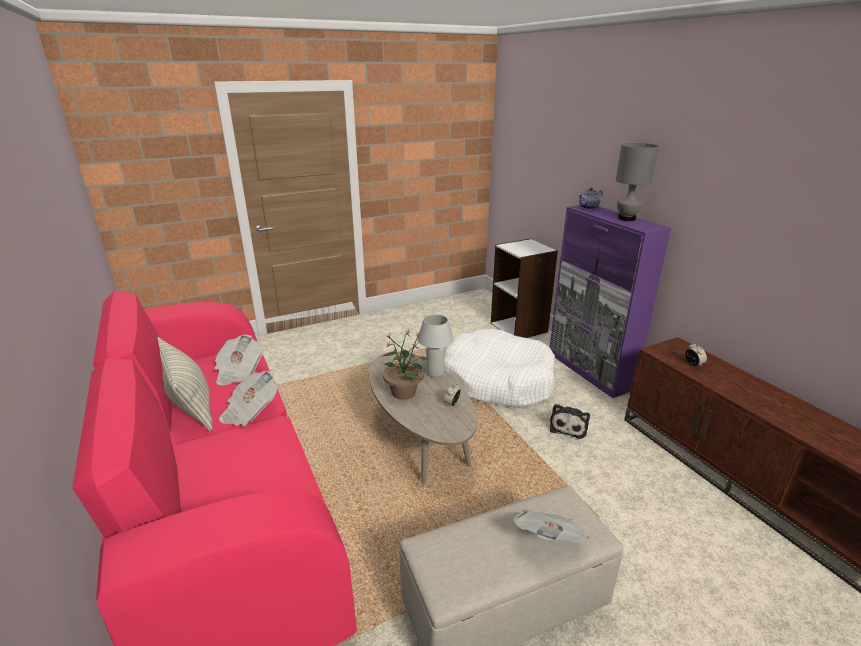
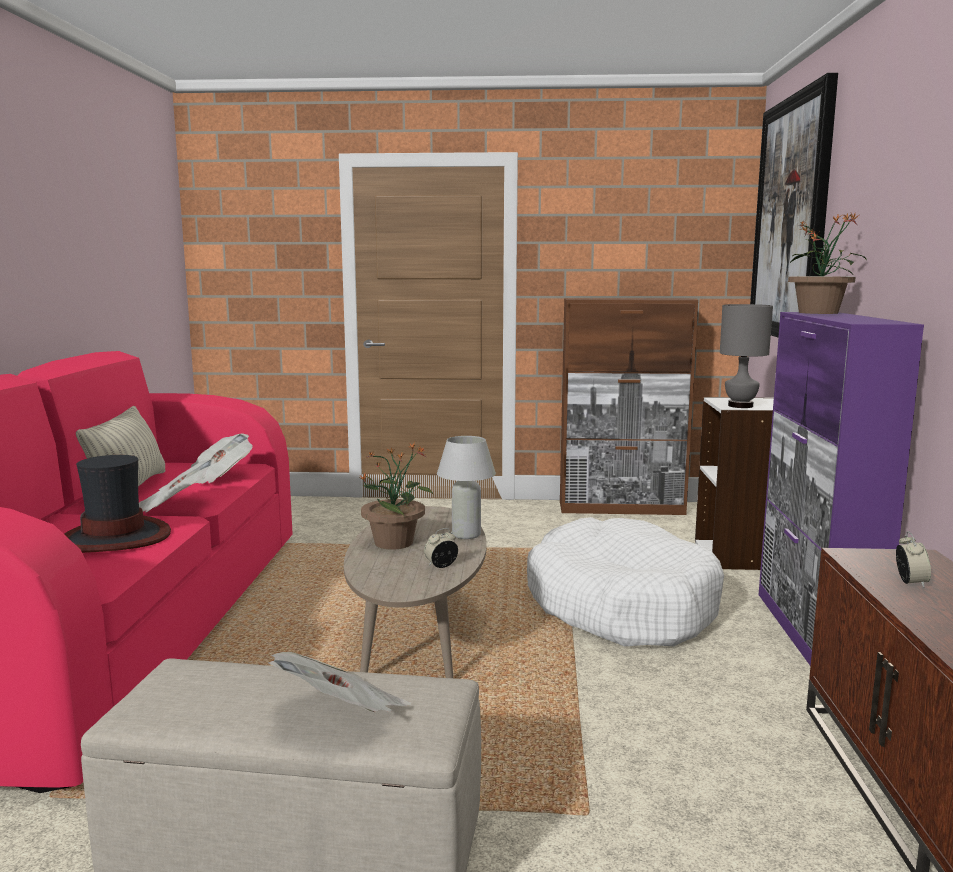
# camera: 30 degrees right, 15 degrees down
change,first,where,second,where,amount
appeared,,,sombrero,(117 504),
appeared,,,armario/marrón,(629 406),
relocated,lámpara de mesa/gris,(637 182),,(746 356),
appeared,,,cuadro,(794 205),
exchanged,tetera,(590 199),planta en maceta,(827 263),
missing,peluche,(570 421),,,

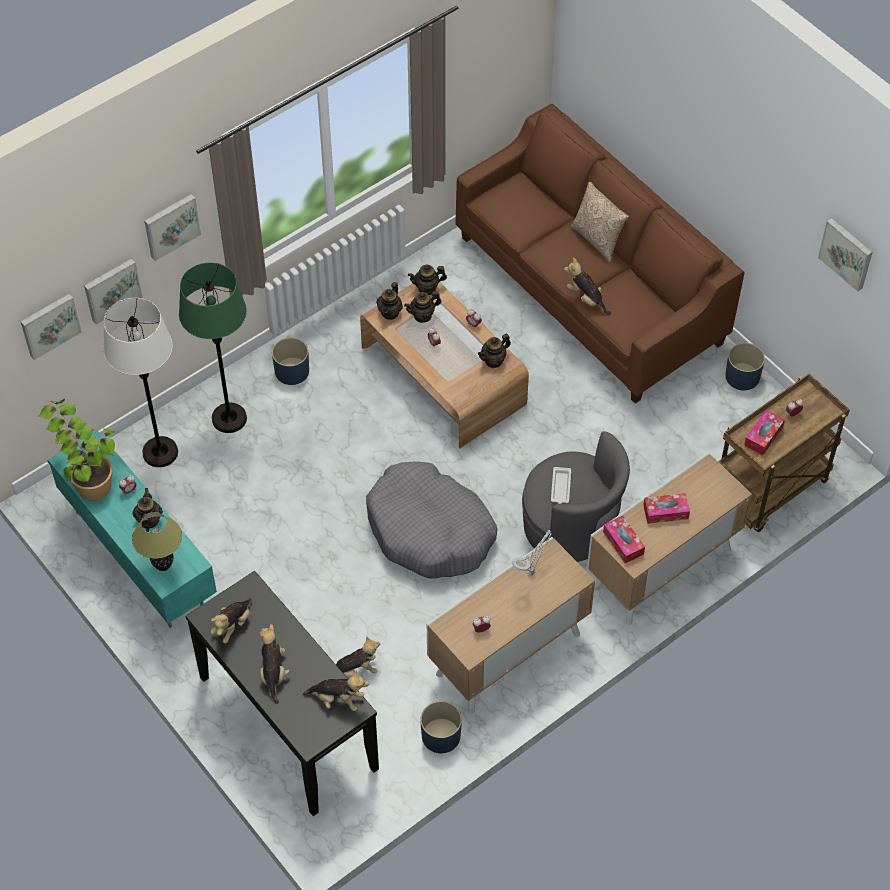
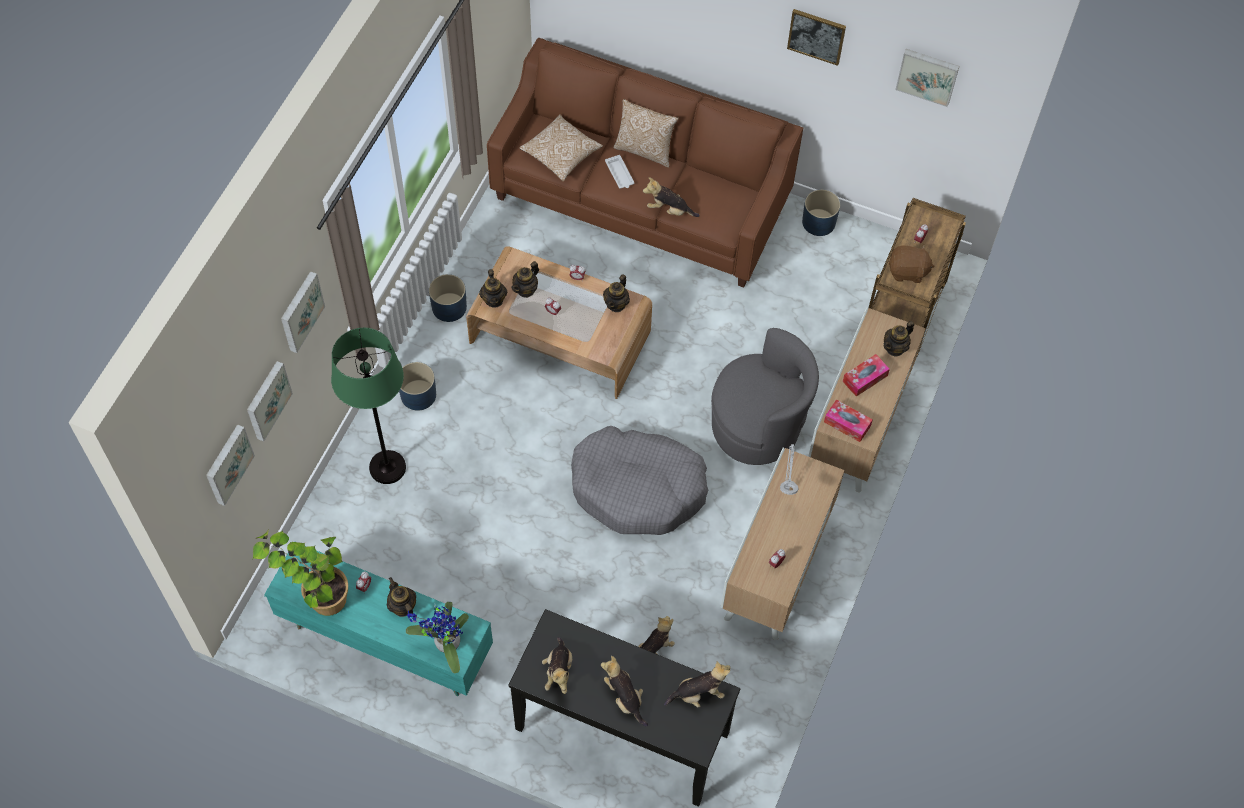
# camera: 30 degrees left, 5 degrees up
change,first,where,second,where,amount
exchanged,lámpara de mesa,(157 541),planta en maceta,(437 637),
relocated,maceta/azul,(441 727),,(448 298),
appeared,,,cojín,(561 147),
relocated,bandeja/blanco,(561 485),,(619 171),
appeared,,,cuadro,(816 37),
relocated,tetera,(427 280),,(899 339),
exchanged,caja de pañuelos,(764 432),peluche/marrón,(911 264),
missing,lámpara de pie/blanco,(141 382),,,

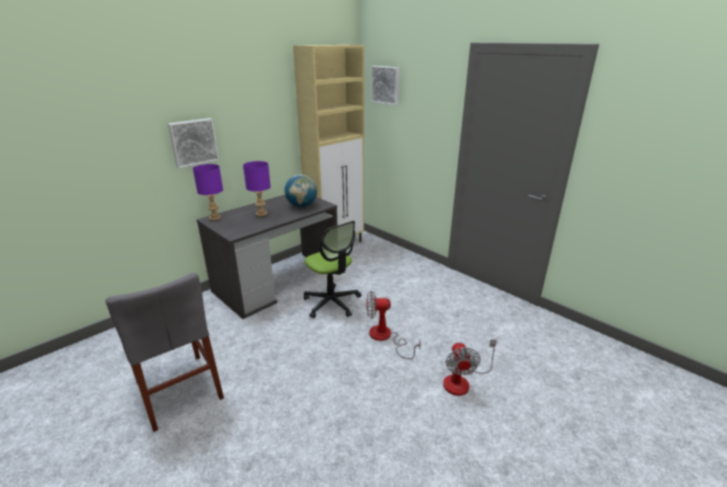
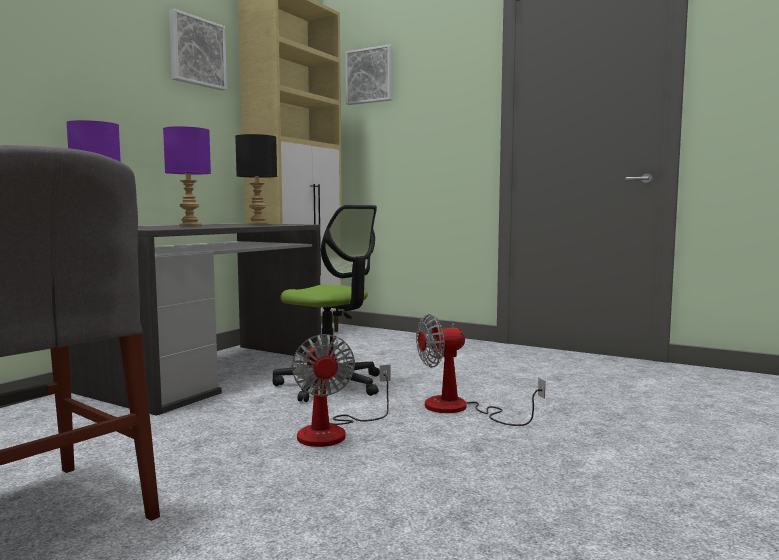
# camera: 15 degrees left, 20 degrees down
change,first,where,second,where,amount
relocated,cuadro,(193 143),,(198 50),
exchanged,globo terráqueo,(300 190),lámpara de mesa/negro,(256 179),
relocated,ventilador,(470 367),,(341 390),

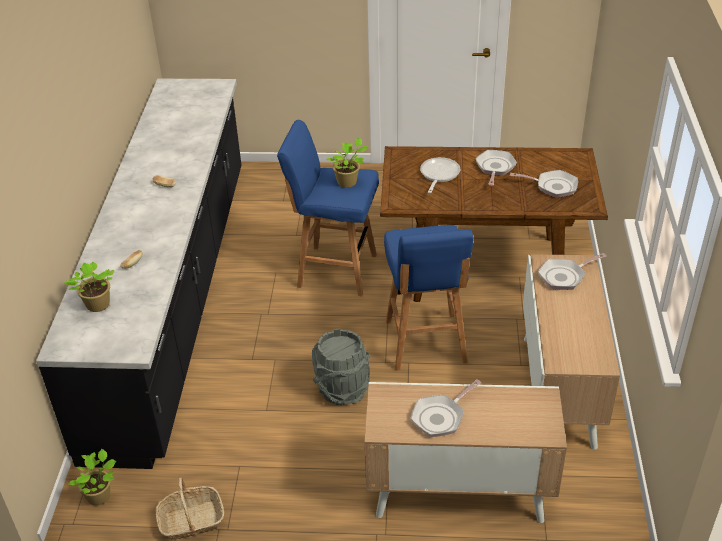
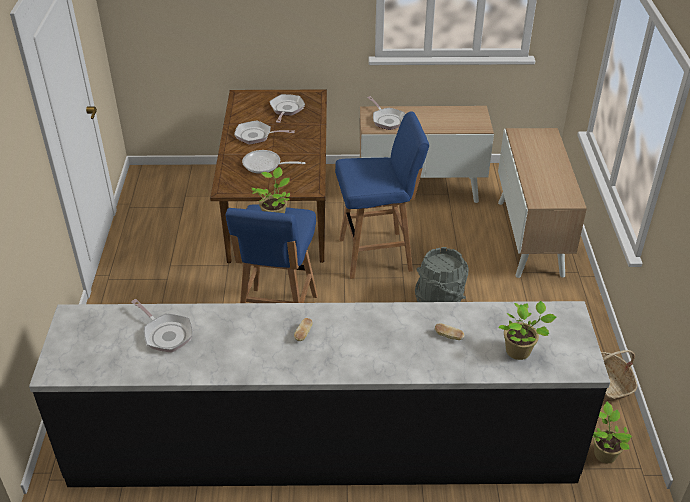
# camera: 95 degrees left, 0 degrees up
change,first,where,second,where,amount
relocated,sartén,(446 408),,(162 325),

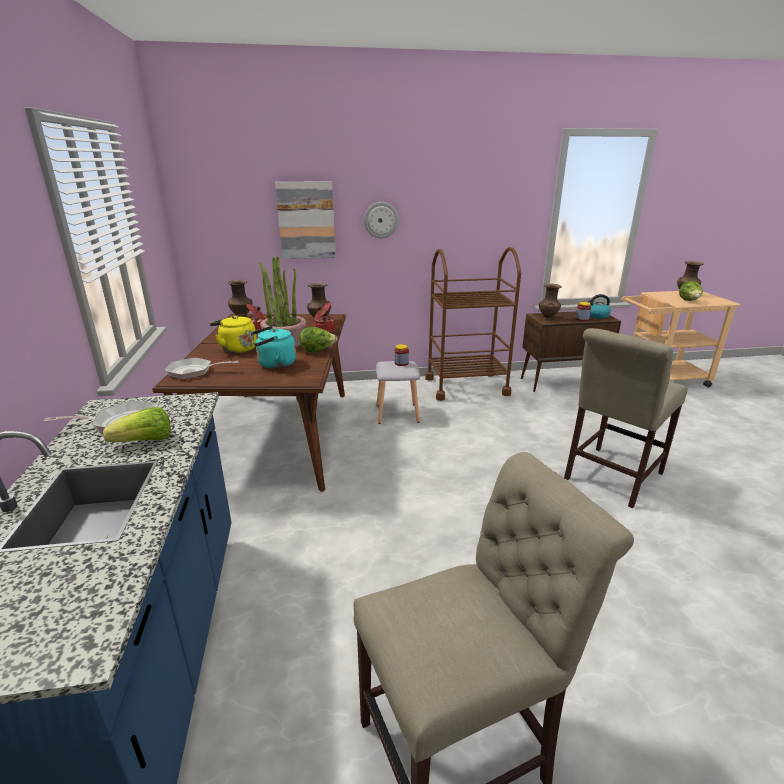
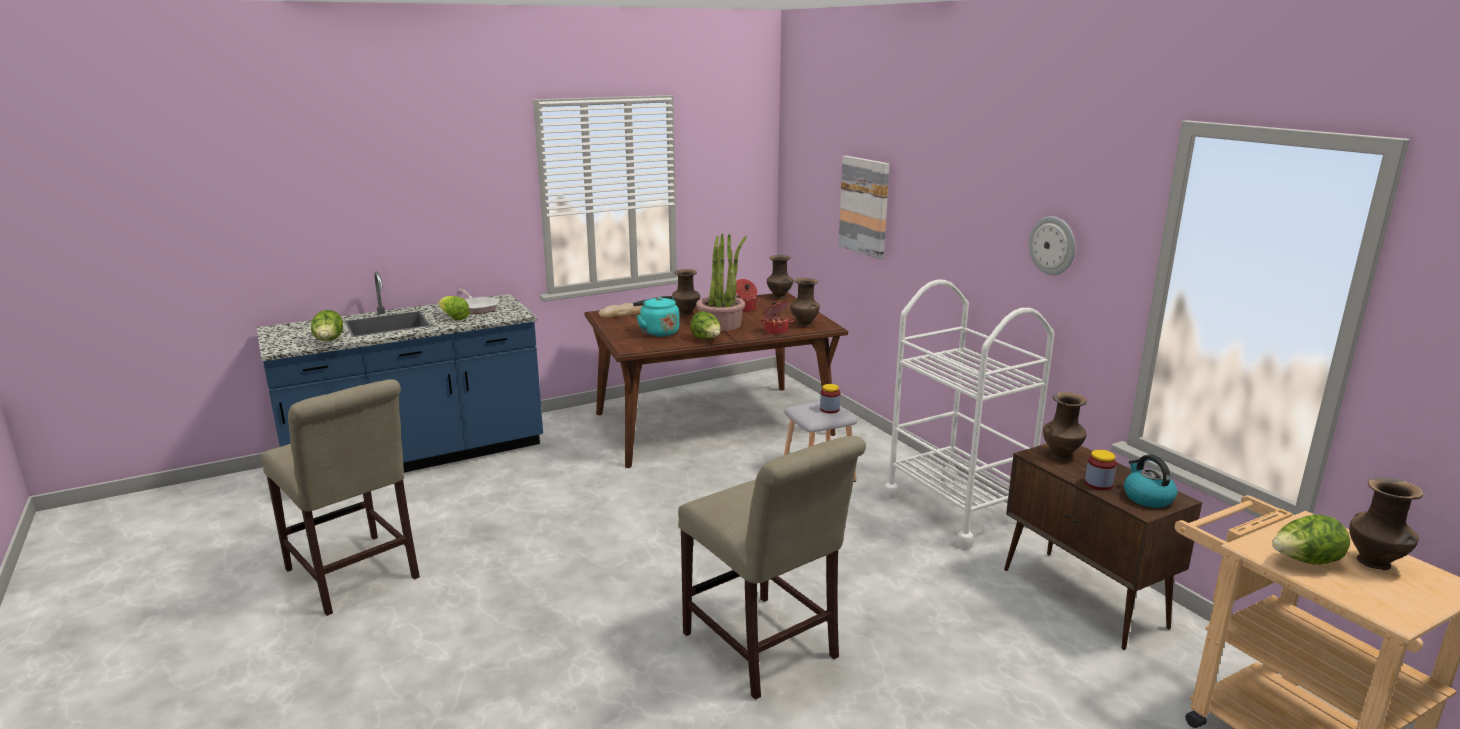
# camera: 70 degrees right, 5 degrees down
change,first,where,second,where,amount
appeared,,,lechuga,(327 325),
exchanged,sartén,(202 369),pan,(620 310),
exchanged,hervidor/amarillo,(233 333),florero/marrón,(686 292),
spun,silla/beis,(626 418),,(772 568),150 degrees counterclockwise
colour,carrito/marrón,(473 324),carrito/blanco,(969 414),
relocated,reloj de pared,(381 220),,(1052 245),

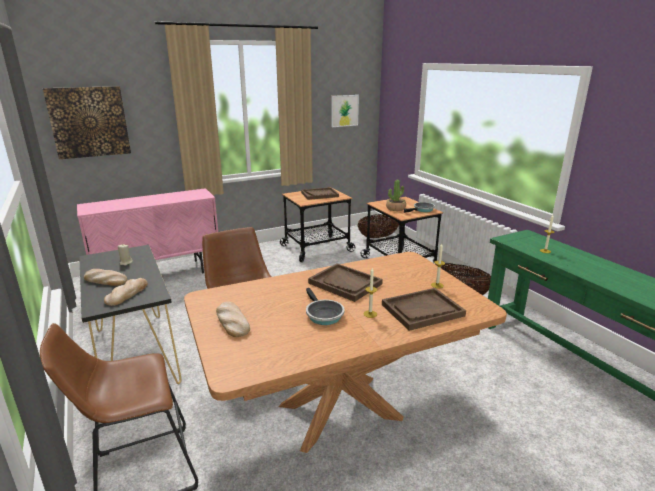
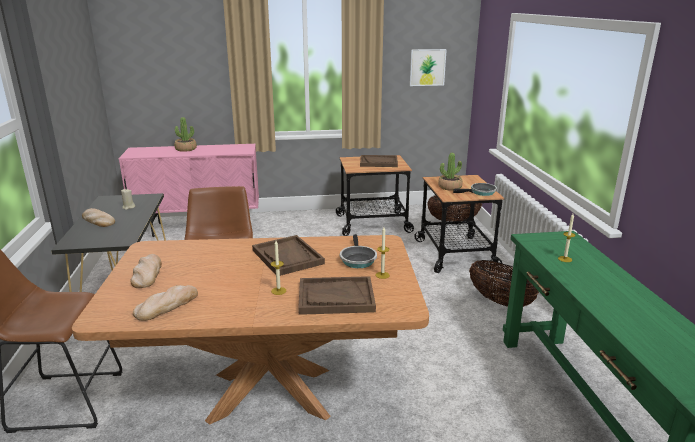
# camera: 20 degrees right, 0 degrees up
change,first,where,second,where,amount
relocated,pan,(126 292),,(165 303),
appeared,,,planta en maceta,(185 134),
relocated,sartén,(325 306),,(358 251),
missing,cuadro,(87 122),,,

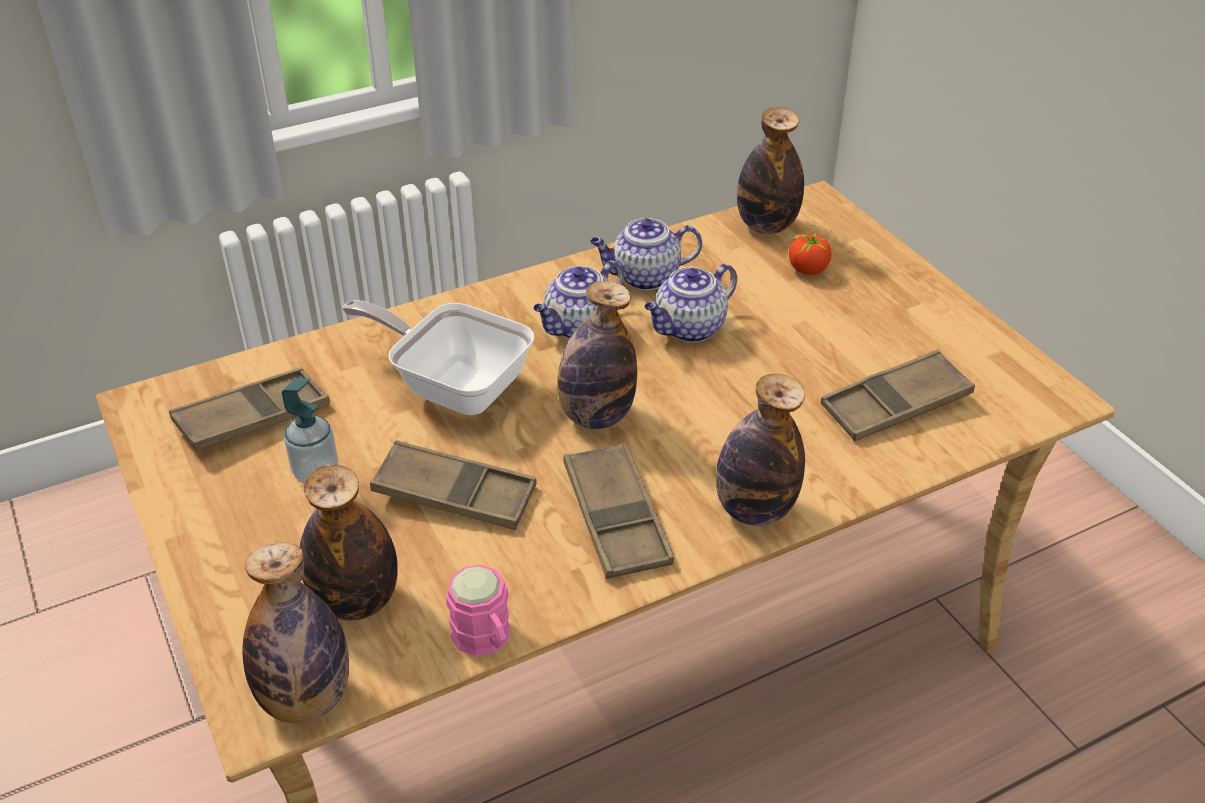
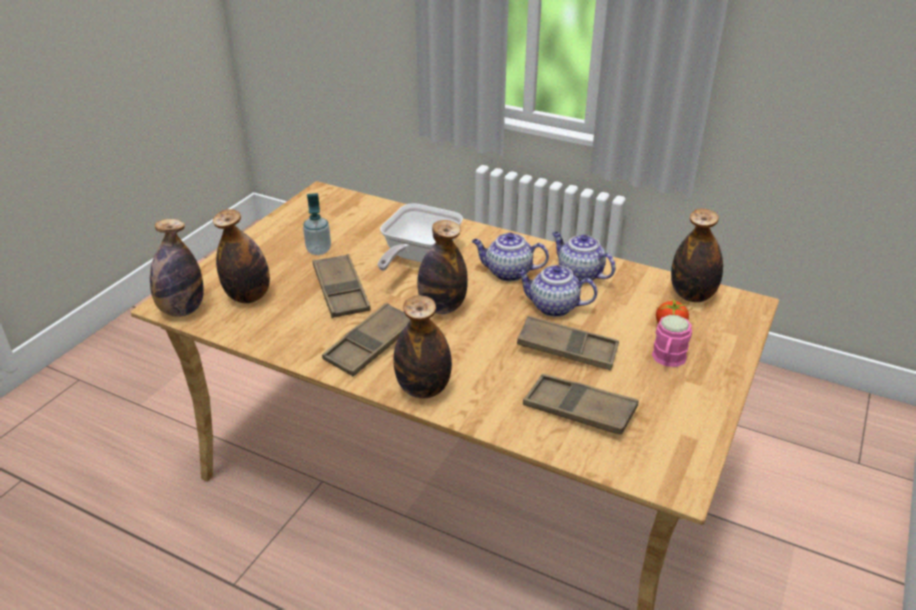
# camera: 55 degrees right, 5 degrees down
change,first,where,second,where,amount
spun,sartén,(438 357),,(420 237),150 degrees counterclockwise
relocated,bandeja/marrón,(249 409),,(568 343),
relocated,taza grande/rosa,(478 610),,(672 341),

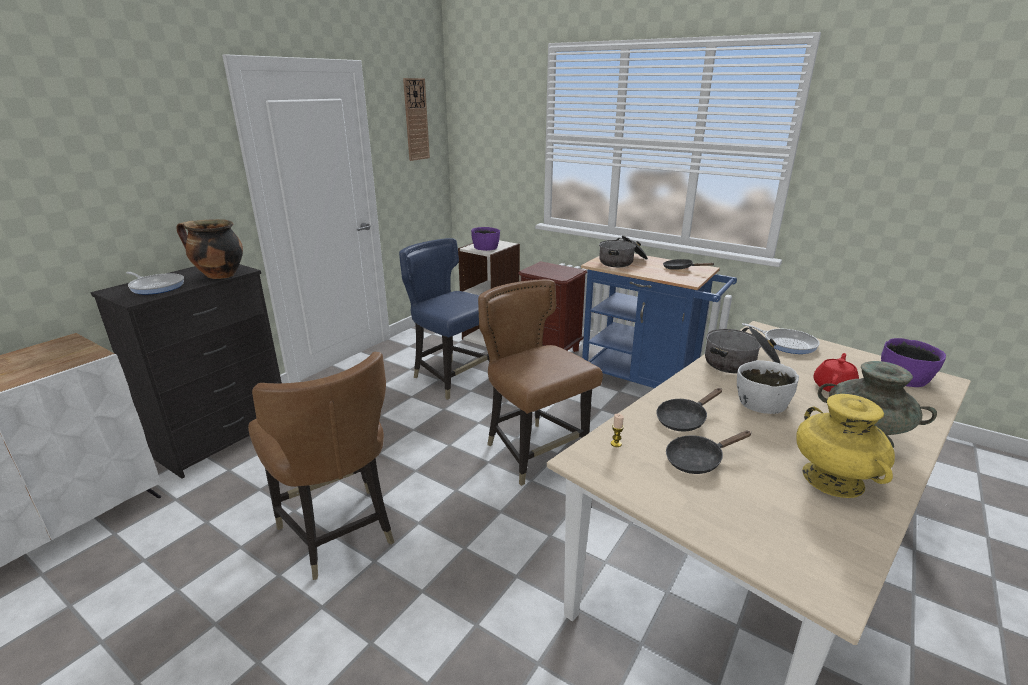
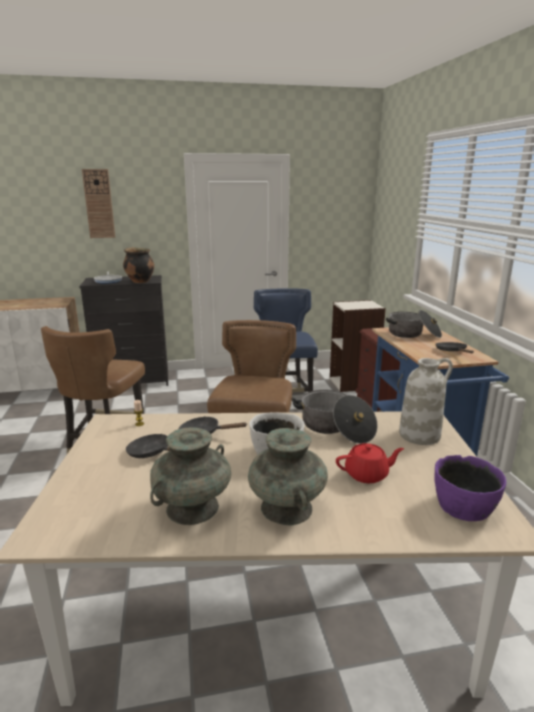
# camera: 45 degrees right, 5 degrees down
change,first,where,second,where,amount
relocated,reloj de pared,(416 119),,(98 203),
colour,florero/amarillo,(845 446),florero/turquesa,(190 476),
exchanged,sartén,(781 338),florero/blanco,(426 401),
missing,cuenco/morado,(485 239),,,

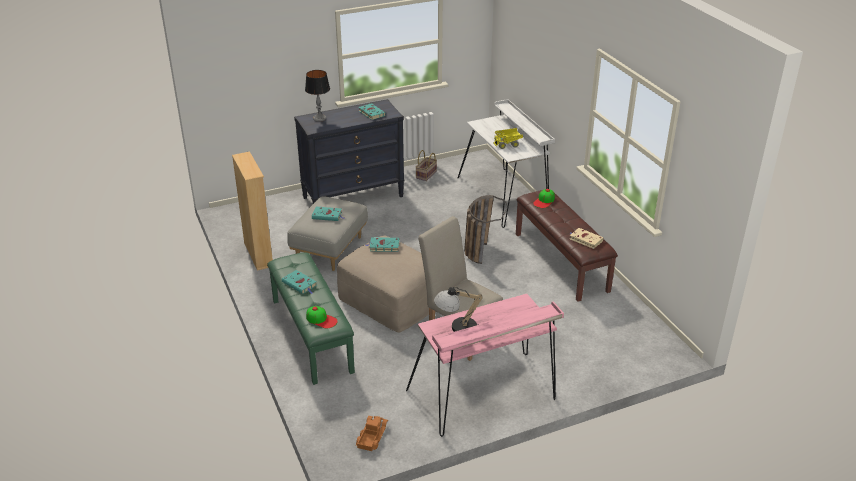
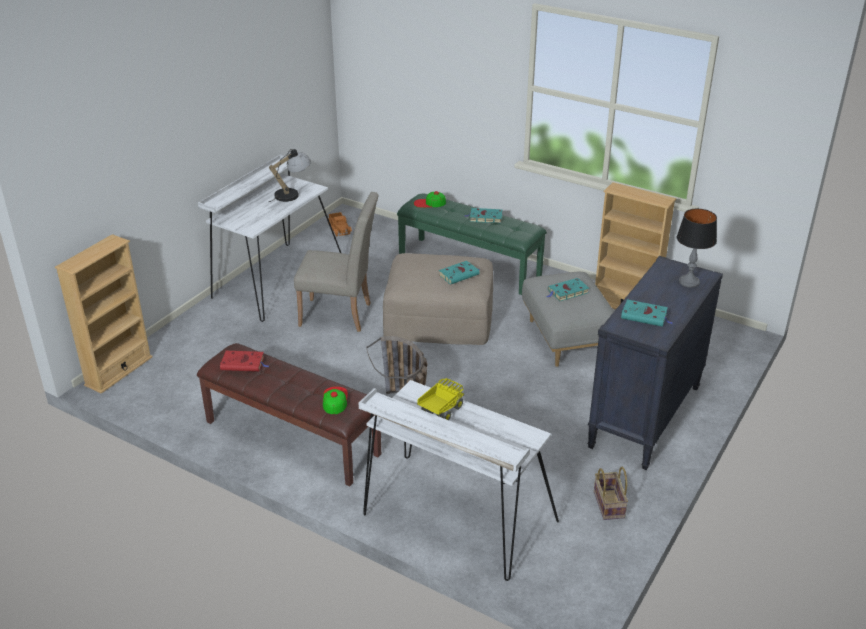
# camera: 145 degrees right, 0 degrees up
change,first,where,second,where,amount
appeared,,,estantería/beis,(104 314),
colour,escritorio/rosa,(485 365),escritorio/blanco,(269 238),
colour,libro/beis,(587 238),libro/rojo,(245 361),

